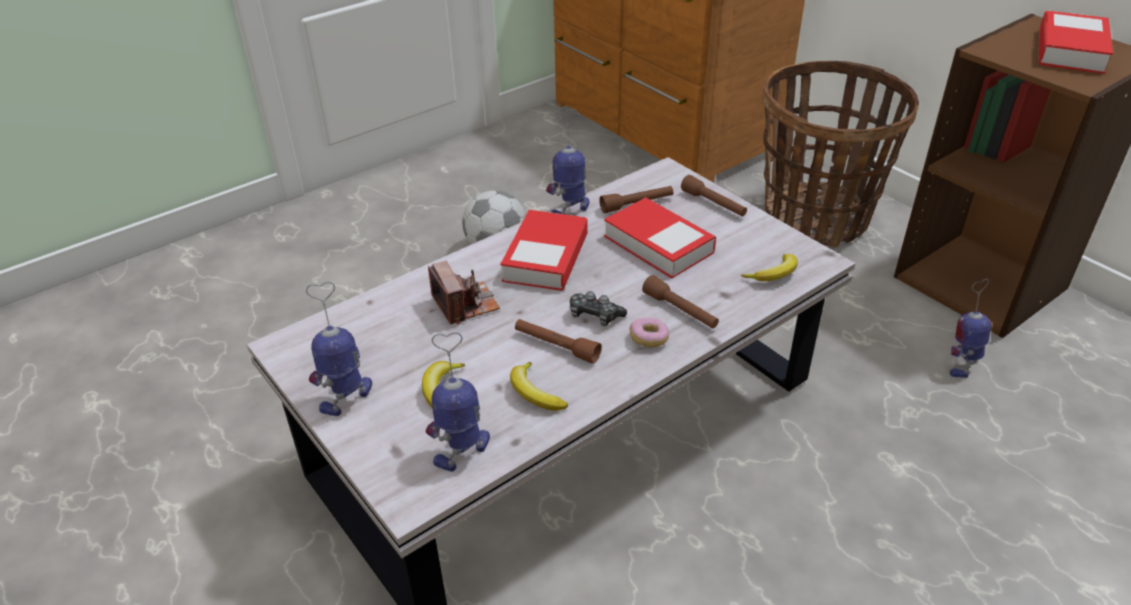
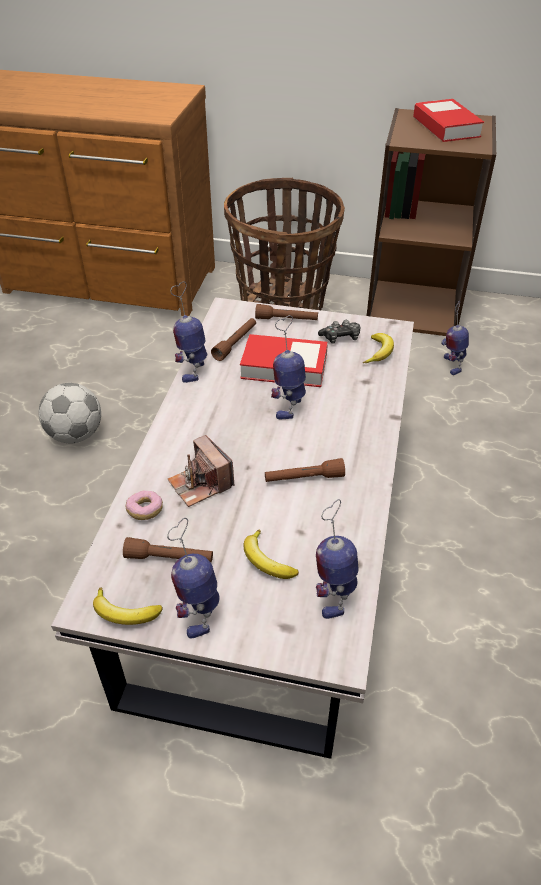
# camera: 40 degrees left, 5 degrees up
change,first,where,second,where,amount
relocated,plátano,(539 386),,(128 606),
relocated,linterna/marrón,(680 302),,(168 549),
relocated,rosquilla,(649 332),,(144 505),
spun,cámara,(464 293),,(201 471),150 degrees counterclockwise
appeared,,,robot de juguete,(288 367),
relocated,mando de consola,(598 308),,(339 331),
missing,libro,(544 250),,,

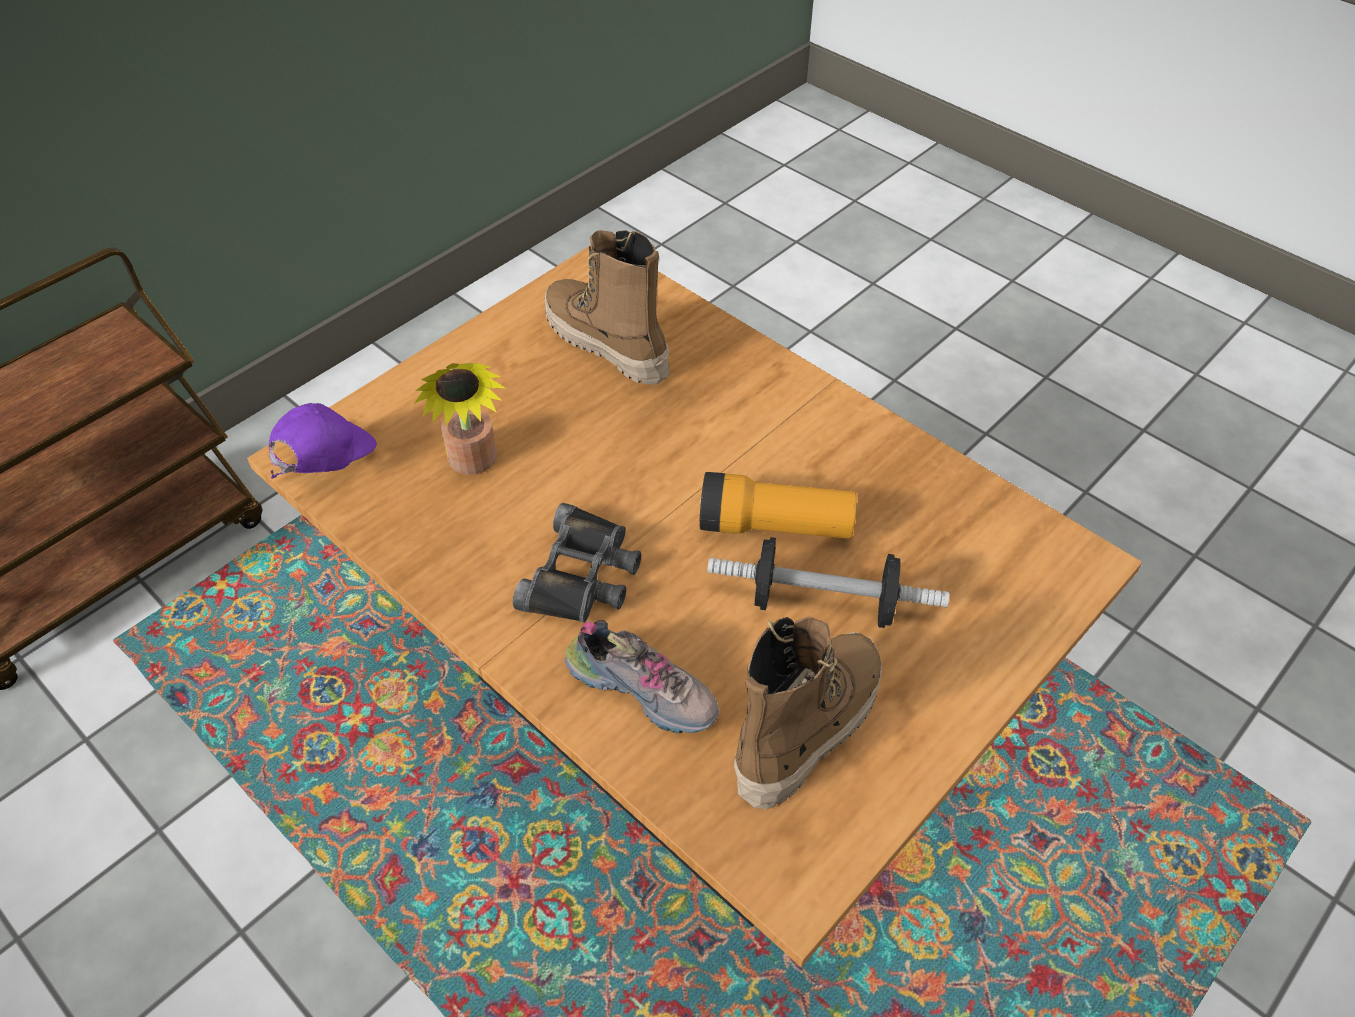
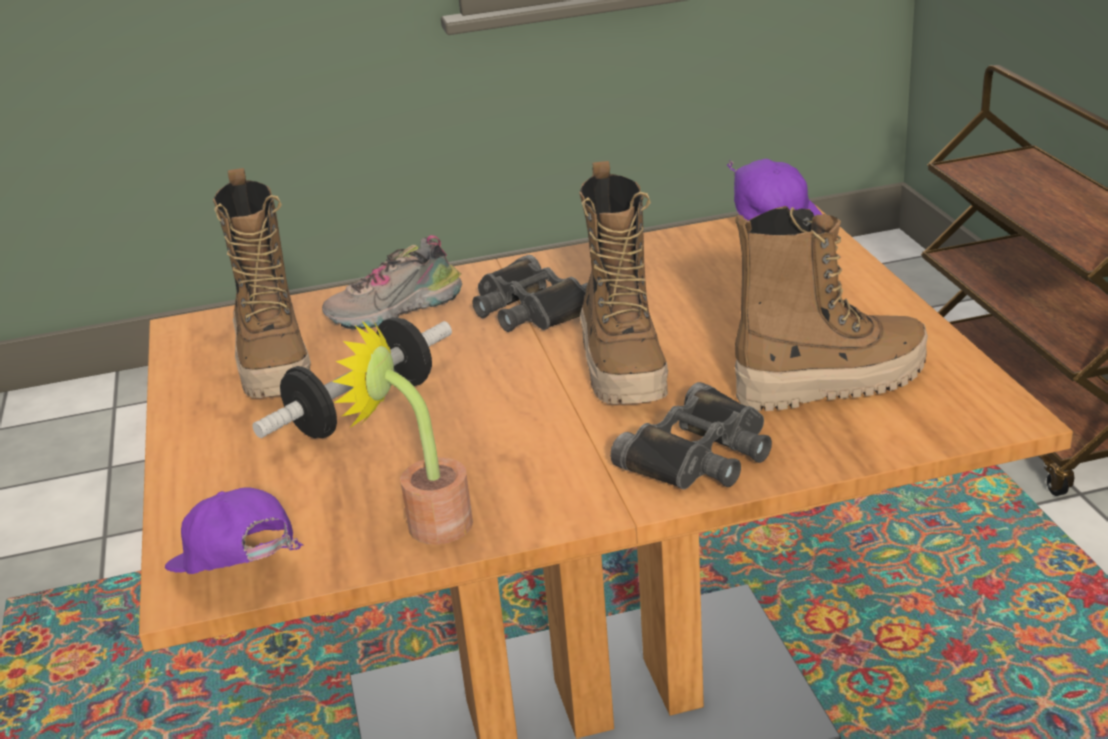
# camera: 125 degrees right, 20 degrees down
change,first,where,second,where,amount
appeared,,,gorra/morado,(234 531),
relocated,planta en maceta,(460 419),,(402 433),
appeared,,,bota,(623 282),
appeared,,,prismáticos/negro,(691 436),
missing,linterna,(778 505),,,

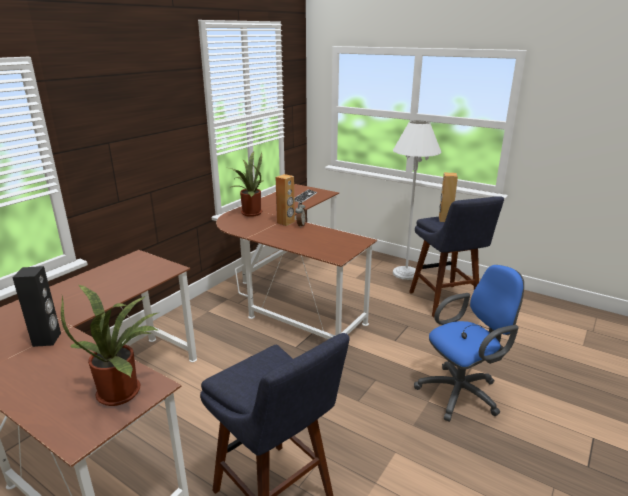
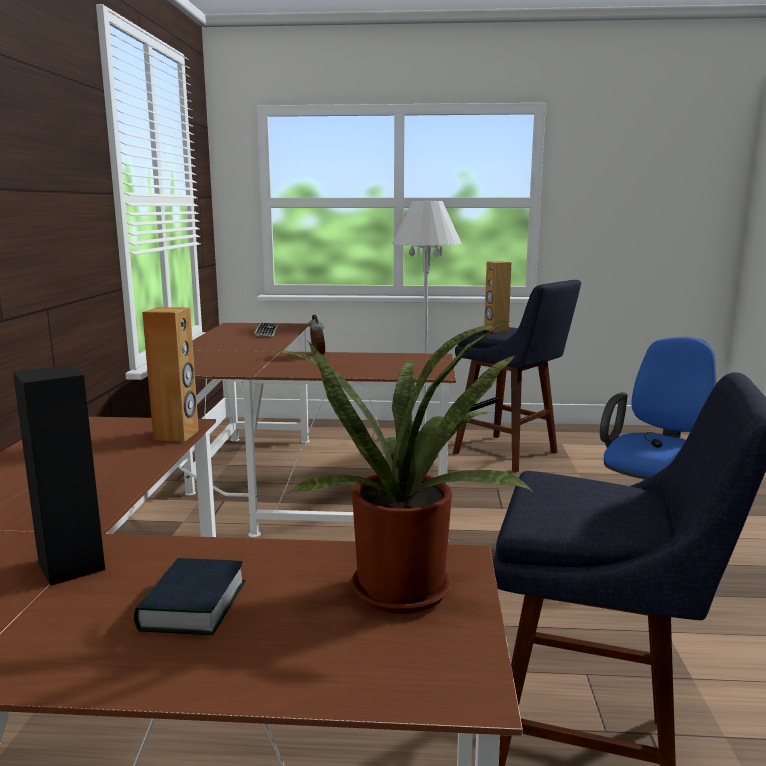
# camera: 30 degrees left, 10 degrees down
change,first,where,second,where,amount
appeared,,,libro,(190 596),
relocated,altavoz/marrón,(285 200),,(170 374),
missing,planta en maceta,(246 184),,,

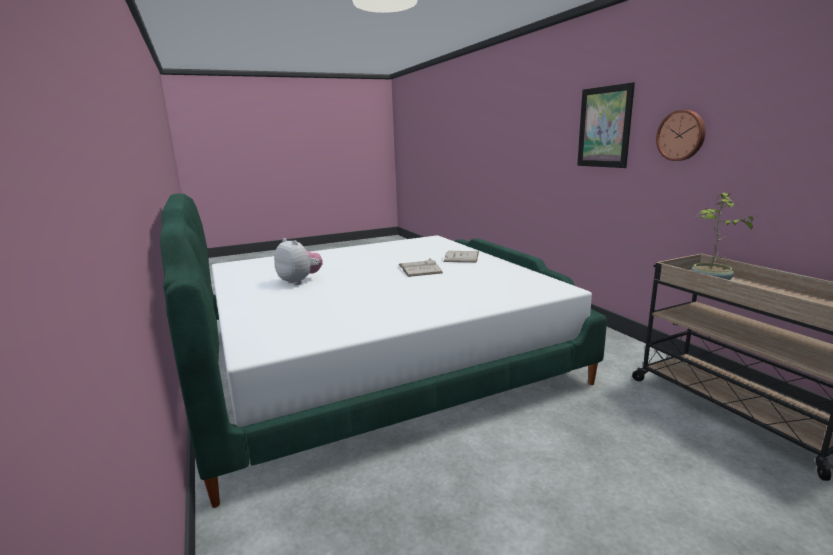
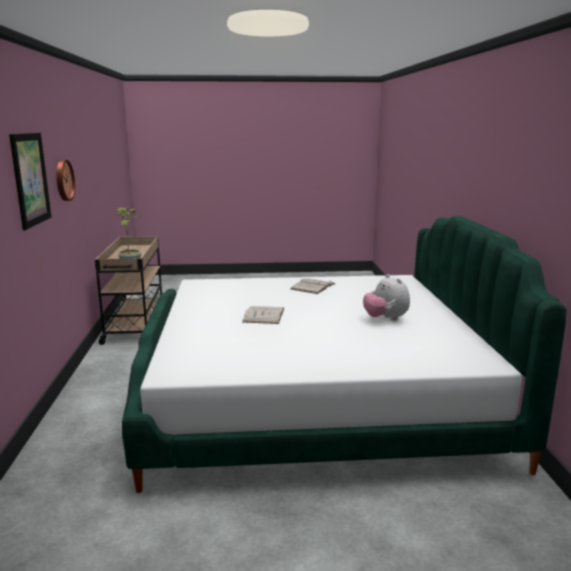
# camera: 160 degrees left, 0 degrees up
change,first,where,second,where,amount
relocated,libro/blanco,(461 256),,(313 286),

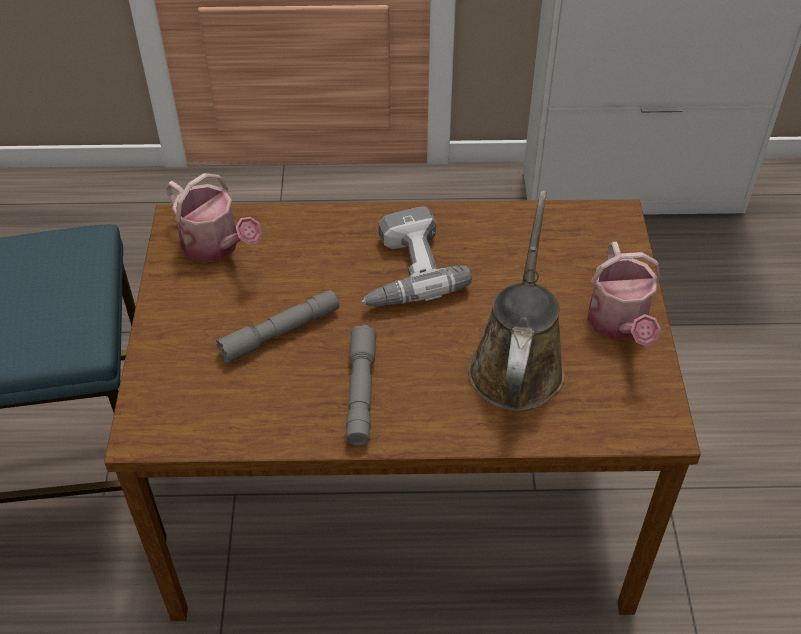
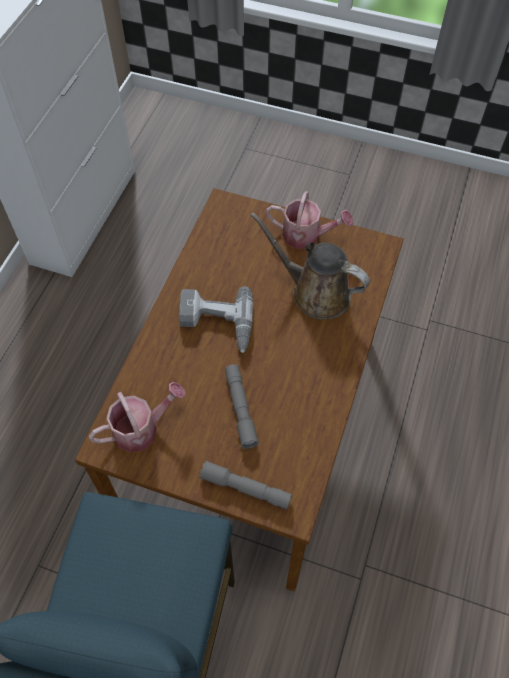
# camera: 70 degrees left, 10 degrees up
change,first,where,second,where,amount
relocated,linterna/gris,(361 385),,(245 485),

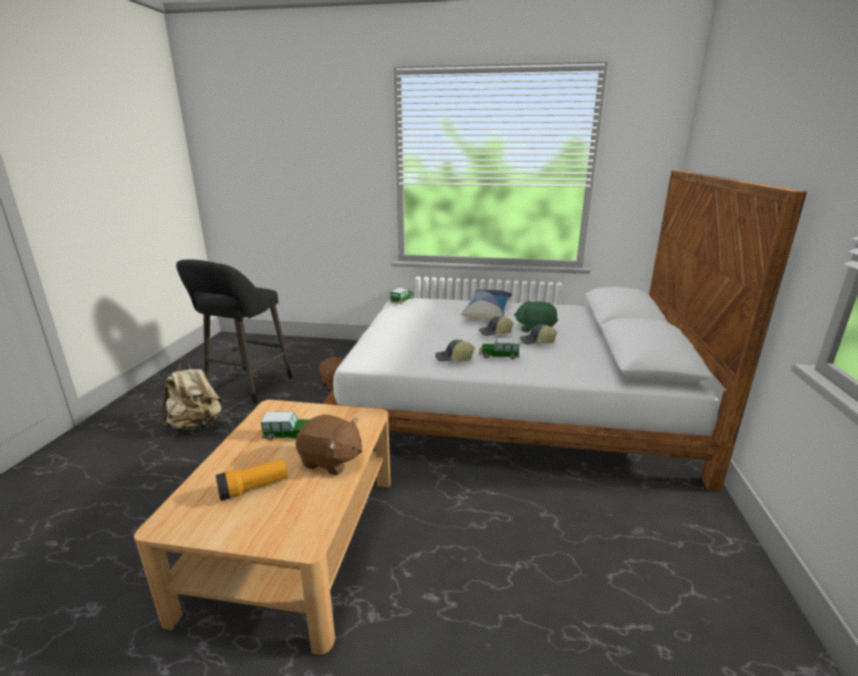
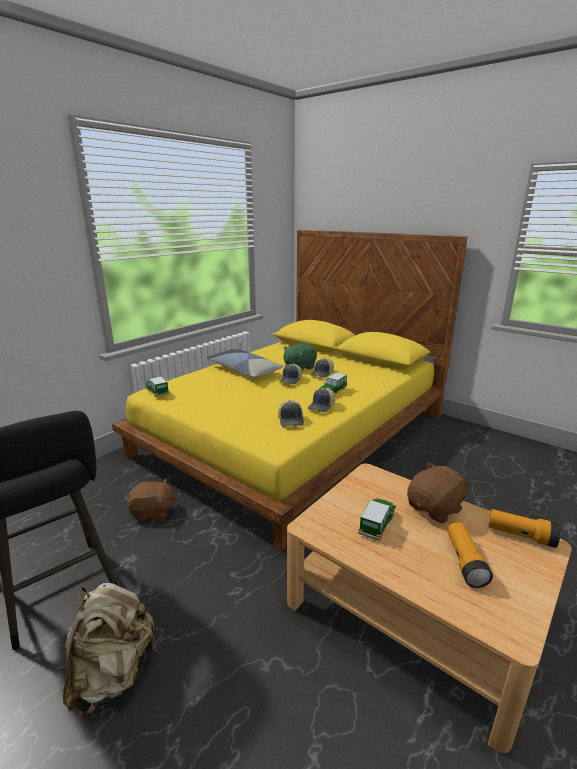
# camera: 60 degrees left, 0 degrees up
change,first,where,second,where,amount
colour,cama/blanco,(564 331),cama/amarillo,(289 390),
appeared,,,gorra,(291 413),
appeared,,,linterna,(525 528),

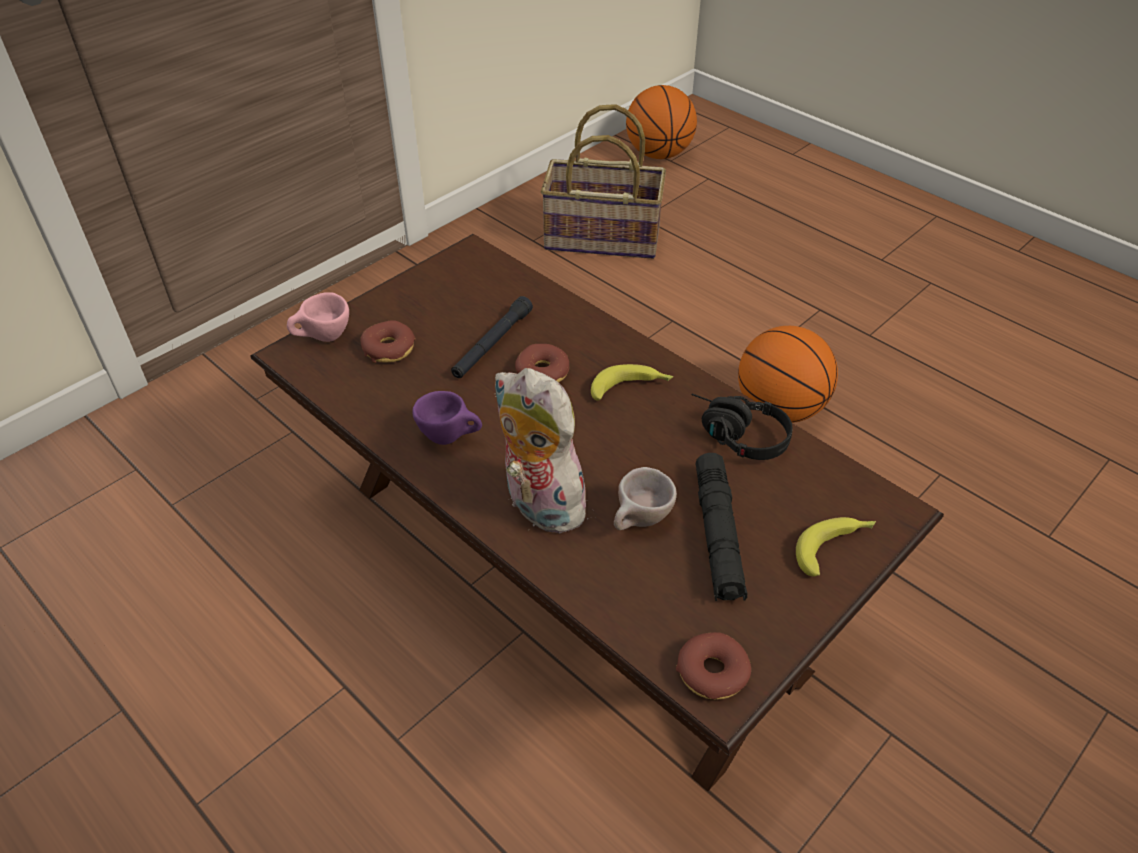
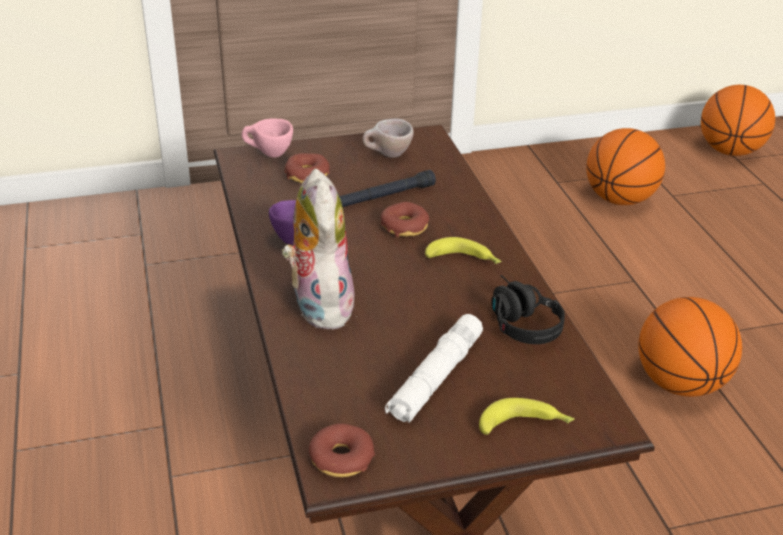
# camera: 30 degrees right, 10 degrees down
change,first,where,second,where,amount
relocated,taza/beis,(645 498),,(388 138),
colour,linterna/negro,(721 527),linterna/blanco,(434 368),
exchanged,cesta,(603 181),balón de baloncesto,(625 166),

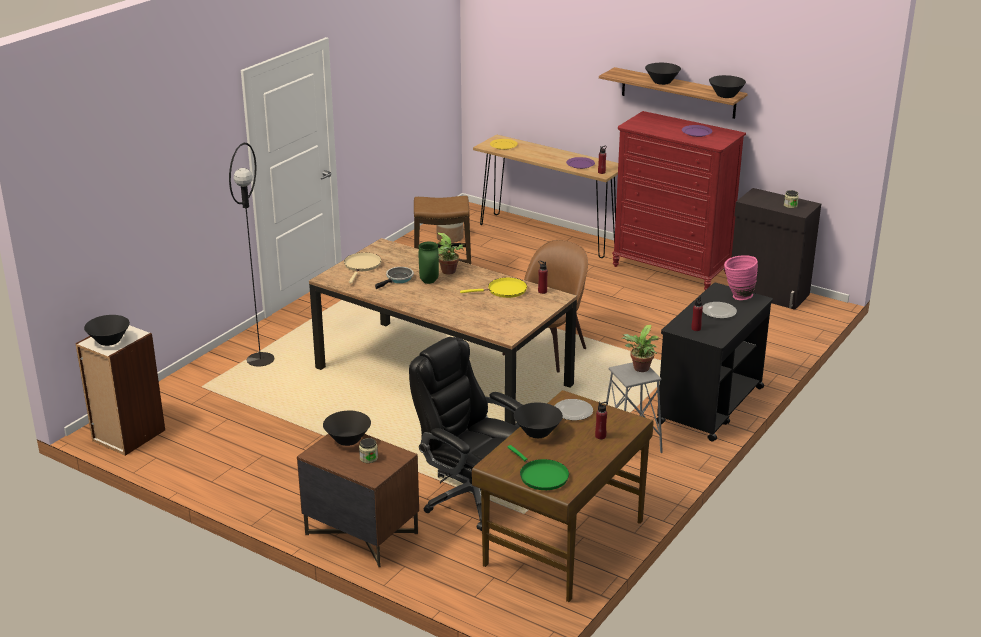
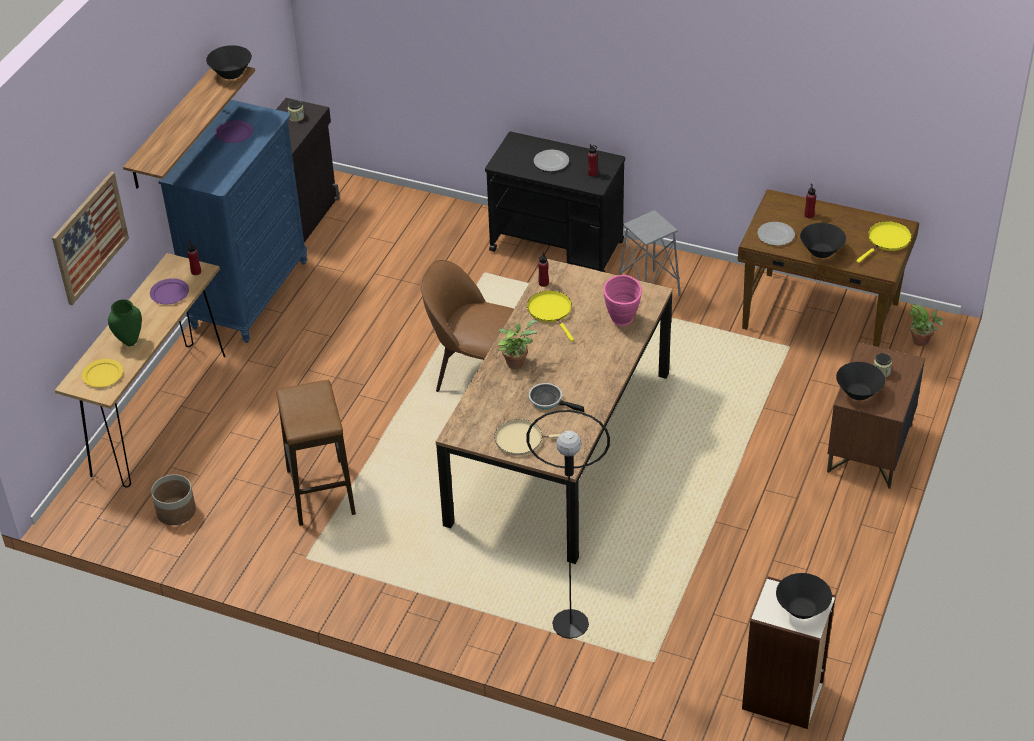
# camera: 100 degrees left, 15 degrees up
change,first,where,second,where,amount
appeared,,,cuadro,(90 238),
relocated,florero/verde,(429 263),,(125 322),
colour,cómoda/rojo,(679 200),cómoda/azul,(232 221),
relocated,florero/rosa,(741 277),,(622 300),
colour,sartén/verde,(538 467),sartén/amarillo,(884 242),
relocated,planta en maceta,(640 348),,(926 325),
missing,silla de oficina/negro,(465 434),,,
missing,cuenco/negro,(663 74),,,

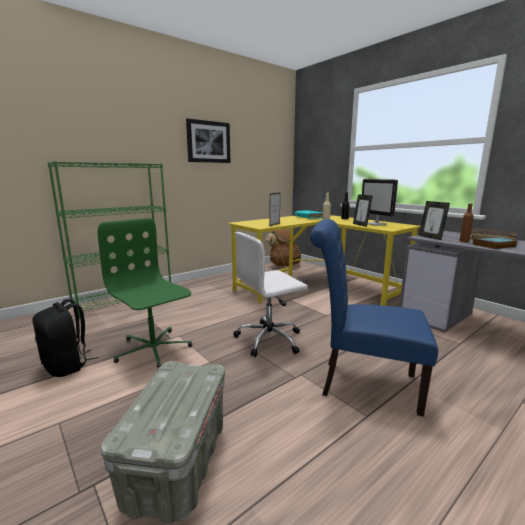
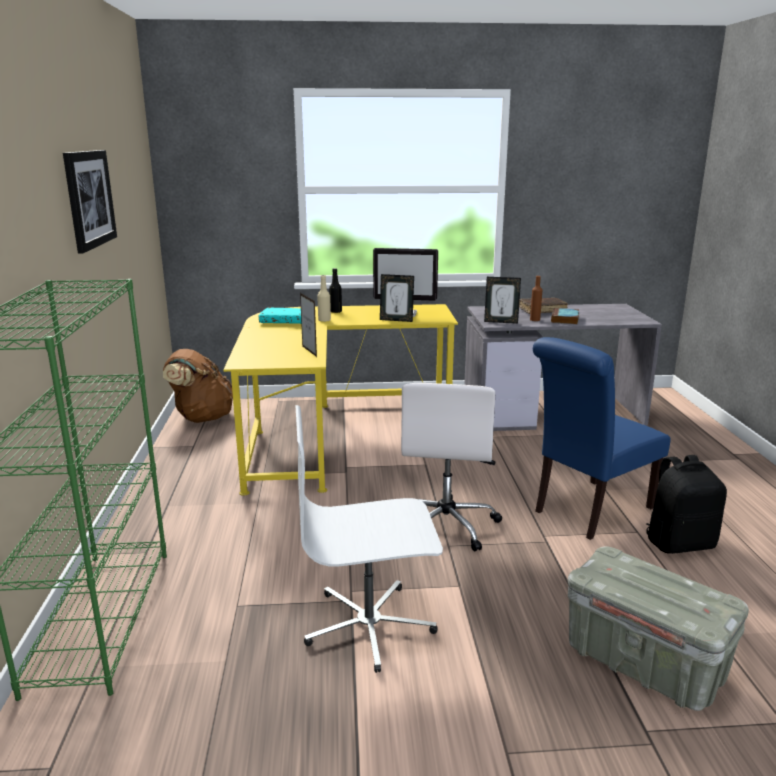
# camera: 55 degrees left, 5 degrees up
change,first,where,second,where,amount
colour,silla de oficina/verde,(145 293),silla de oficina/blanco,(369 539),
relocated,mochila/negro,(65 338),,(686 504),

